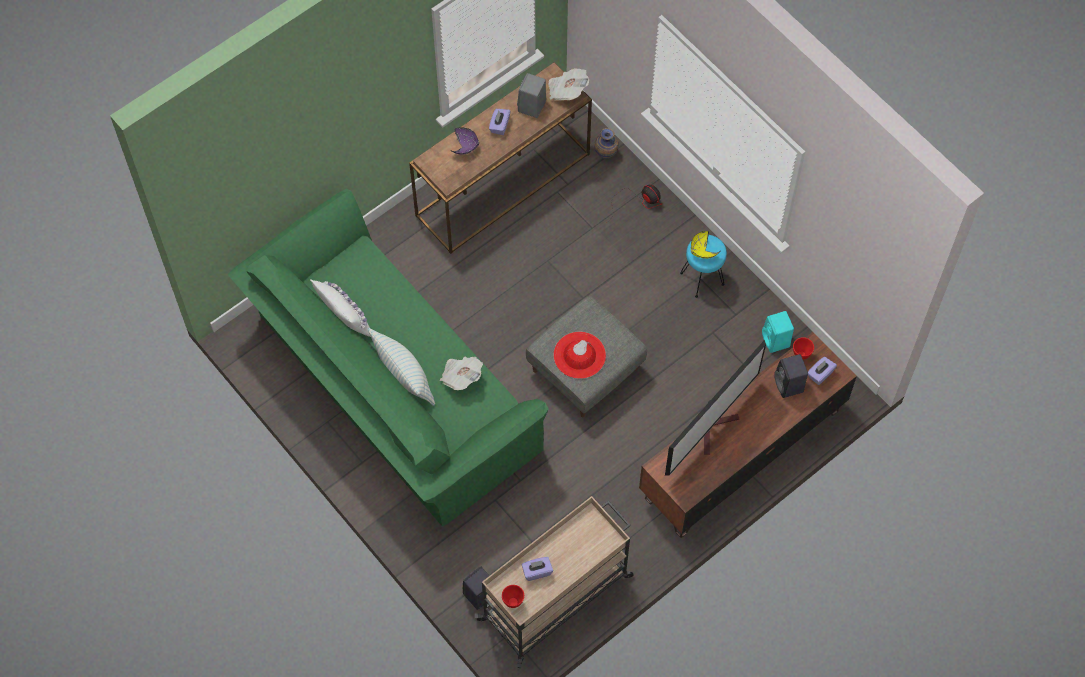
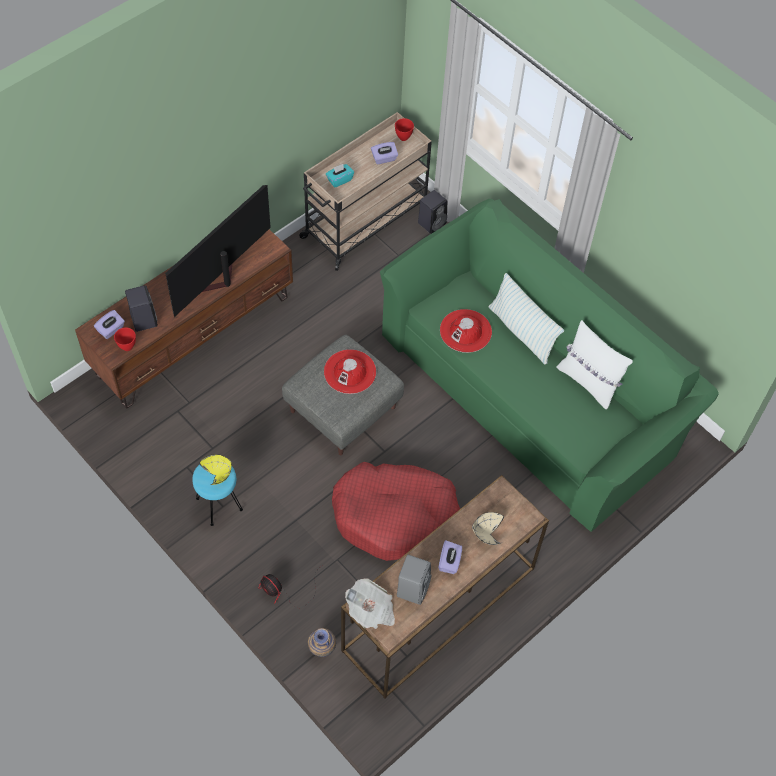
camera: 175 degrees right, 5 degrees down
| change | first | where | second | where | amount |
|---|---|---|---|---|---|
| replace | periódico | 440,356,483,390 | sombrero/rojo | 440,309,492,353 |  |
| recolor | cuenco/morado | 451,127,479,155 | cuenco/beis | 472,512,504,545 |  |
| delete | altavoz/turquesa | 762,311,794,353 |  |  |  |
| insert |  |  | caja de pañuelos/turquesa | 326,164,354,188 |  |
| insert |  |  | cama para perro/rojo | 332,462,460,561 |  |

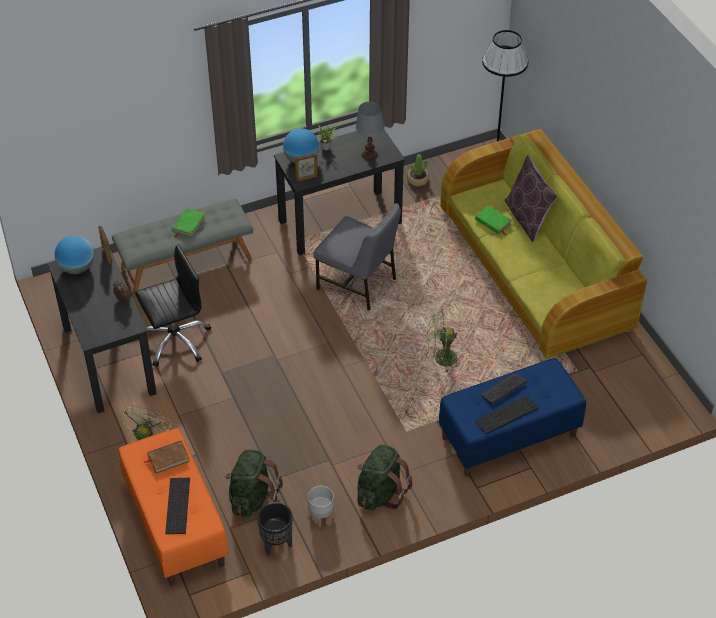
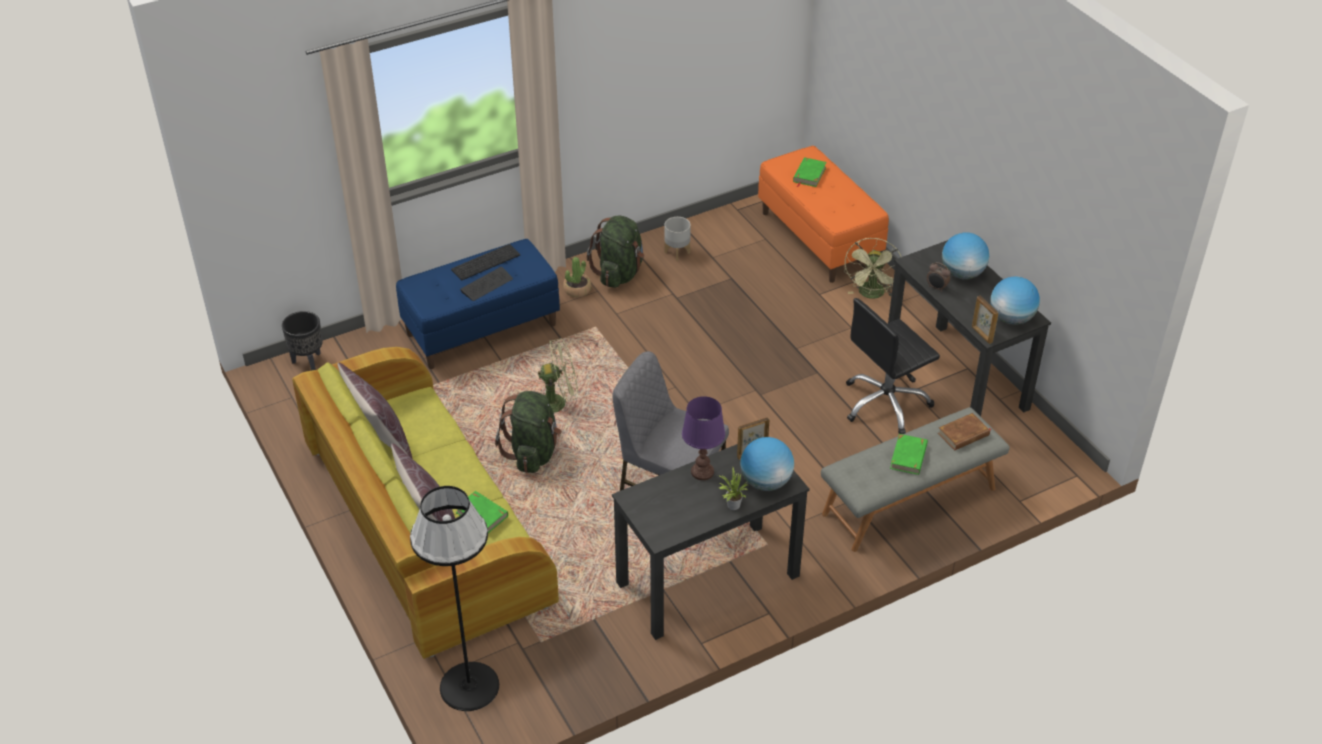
camera: 175 degrees right, 5 degrees down
| change | first | where | second | where | amount |
|---|---|---|---|---|---|
| move | libro/marrón | 144,440,190,473 |  | 938,413,992,450 |  |
| replace | teclado | 165,478,190,534 | libro/verde | 793,157,827,187 |  |
| move | mochila/verde | 225,450,283,517 |  | 495,391,562,473 |  |
| move | maceta/negro | 257,502,293,555 |  | 282,311,323,371 |  |
| delete | lámpara de mesa/gris | 355,102,384,160 |  |  |  |
| move | planta en maceta | 407,154,429,187 |  | 563,257,591,297 |  |
| insert |  |  | cojín/marrón | 338,363,413,459 |  |
| insert |  |  | lámpara de mesa/morado | 682,396,725,480 |  |
| insert |  |  | globo terráqueo | 942,233,989,279 |  |

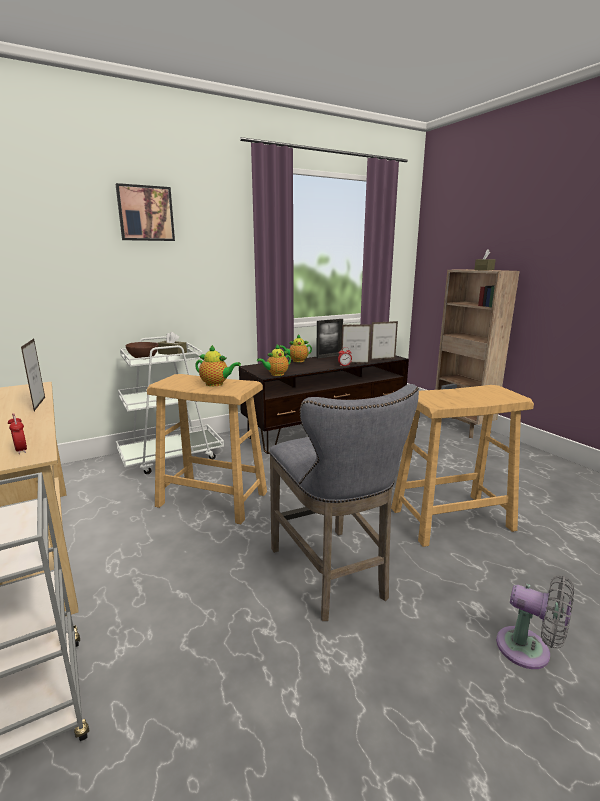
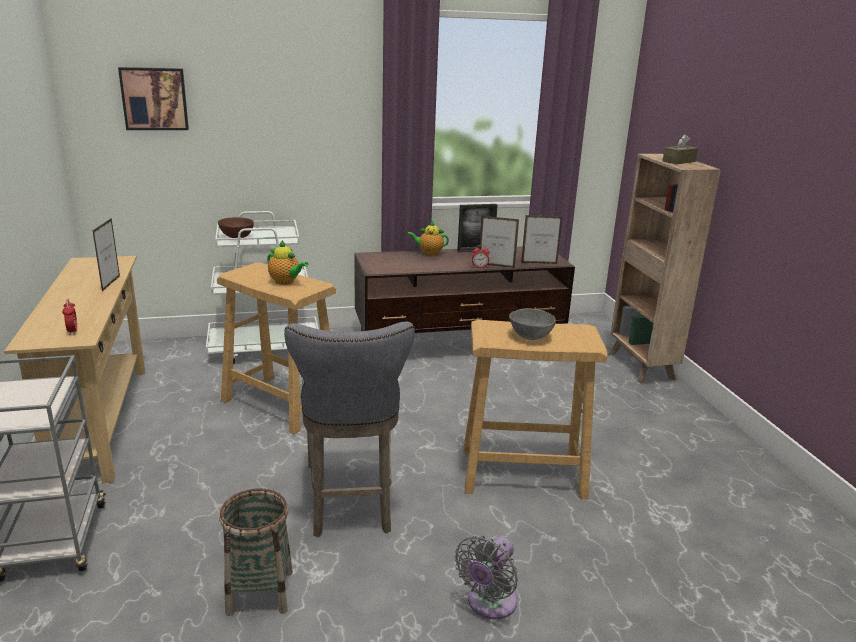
camera: 15 degrees right, 5 degrees up
| change | first | where | second | where | amount |
|---|---|---|---|---|---|
| move | cuadro | 116,183,175,241 |  | 118,67,189,130 |  |
| delete | caja de pañuelos/marrón | 158,332,187,356 |  |  |  |
| delete | tetera | 257,345,291,376 |  |  |  |
| rotate | ventilador/gris | 496,575,574,669 |  | 455,536,518,619 | 75 degrees clockwise |
| insert |  |  | cesta | 219,488,293,616 |  |
| insert |  |  | cuenco/gris | 509,308,556,340 |  |

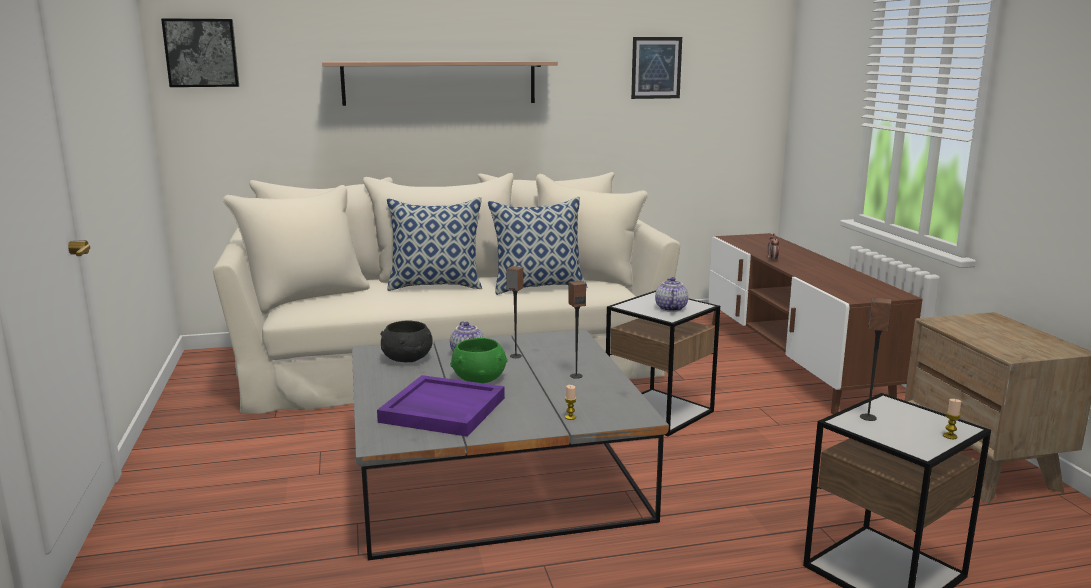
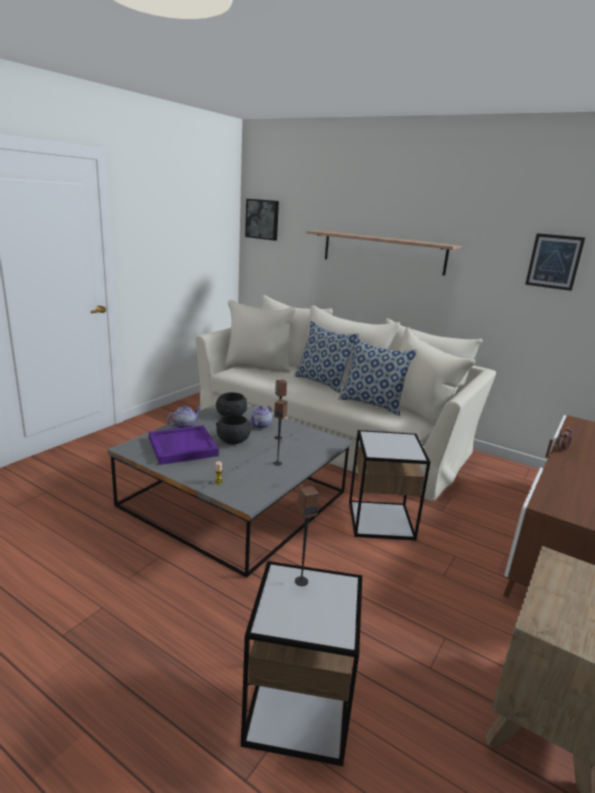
camera: 45 degrees right, 5 degrees up
| change | first | where | second | where | amount |
|---|---|---|---|---|---|
| recolor | cuenco/verde | 450,338,508,383 | cuenco/negro | 216,415,251,444 |  |
| move | tetera | 655,277,688,312 |  | 167,405,201,428 |  |
| delete | vela | 943,399,961,439 |  |  |  |

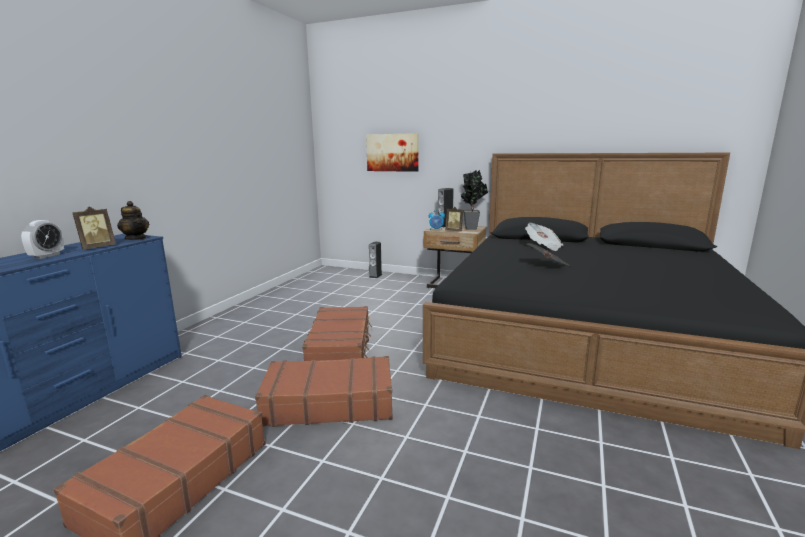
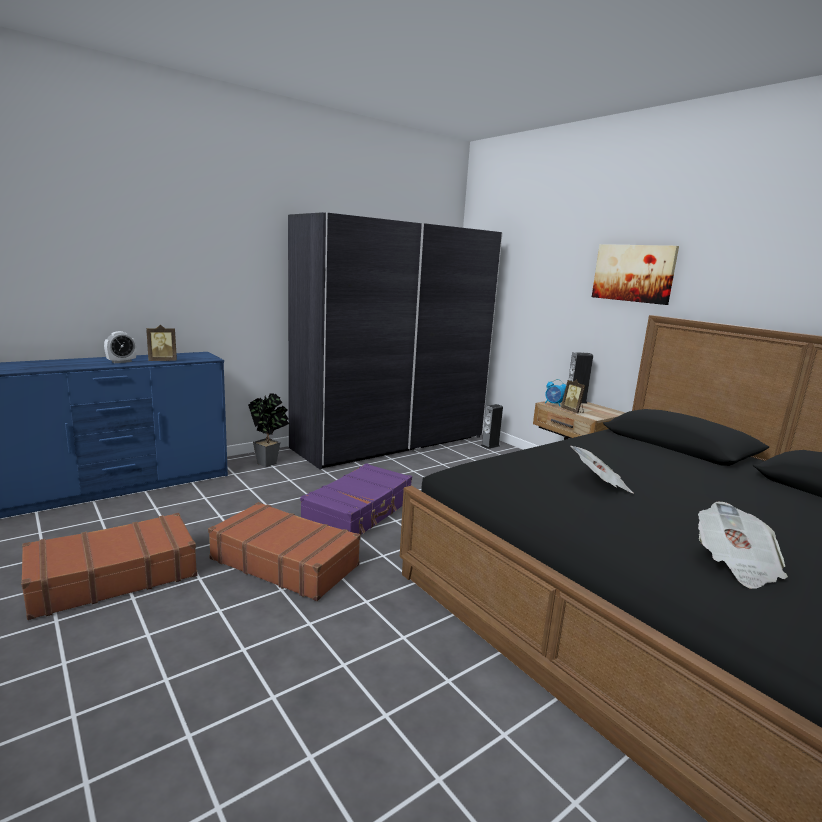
camera: 30 degrees right, 0 degrees up
| change | first | where | second | where | amount |
|---|---|---|---|---|---|
| delete | tetera | 117,201,149,240 |  |  |  |
| recolor | maleta/marrón | 302,306,372,361 | maleta/morado | 300,463,412,535 |  |
| move | cuadro | 366,133,419,172 |  | 592,244,679,305 |  |
| move | planta en maceta | 461,170,488,230 |  | 248,393,289,467 |  |
| move | periódico | 525,223,563,251 |  | 698,502,788,589 |  |
| insert |  |  | armario ropero/gris | 288,212,503,470 |  |

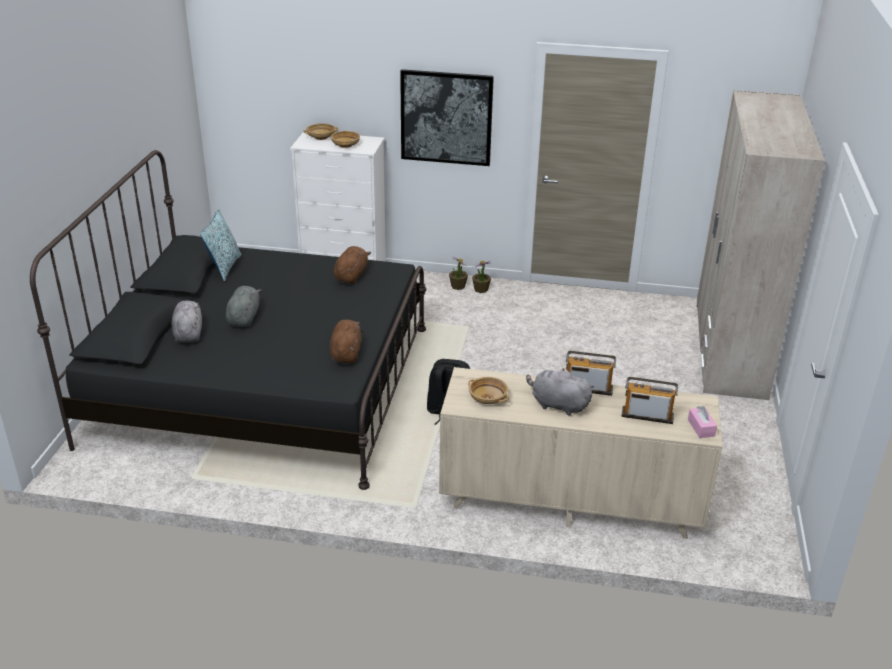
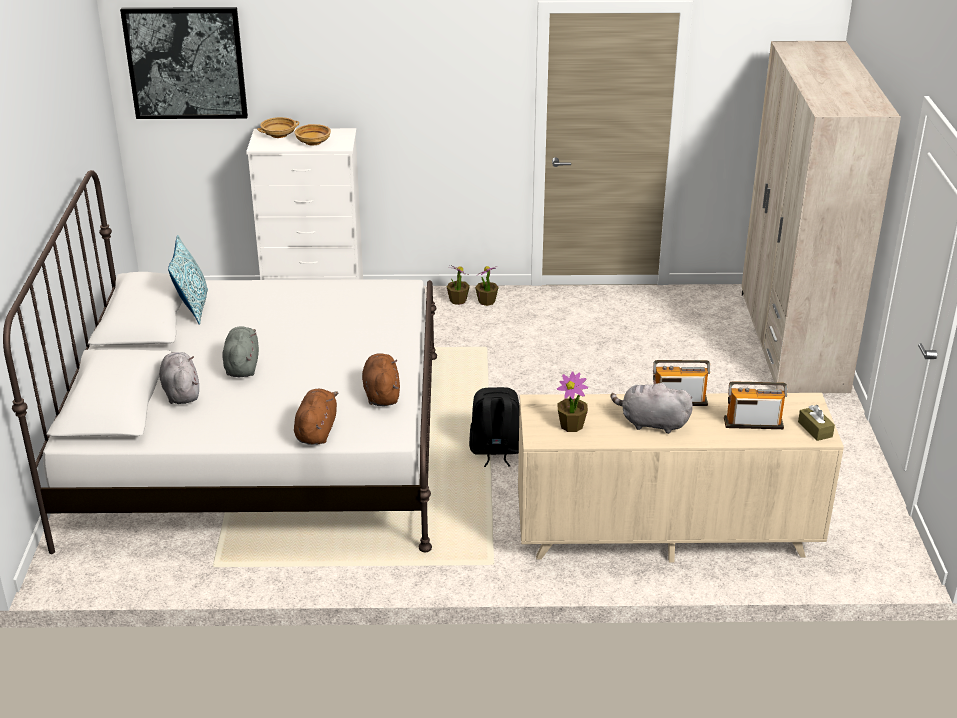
camera: 10 degrees left, 0 degrees up
| change | first | where | second | where | amount |
|---|---|---|---|---|---|
| recolor | cama/negro | 30,150,426,490 | cama/blanco | 3,170,437,554 |  |
| move | peluche/marrón | 333,246,371,284 |  | 294,389,338,444 |  |
| move | cuadro | 400,69,494,166 |  | 120,7,248,119 |  |
| replace | cuenco/beis | 468,377,509,404 | planta en maceta | 557,371,588,432 |  |
| recolor | caja de pañuelos/rosa | 688,406,717,438 | caja de pañuelos/marrón | 798,405,835,441 |  |

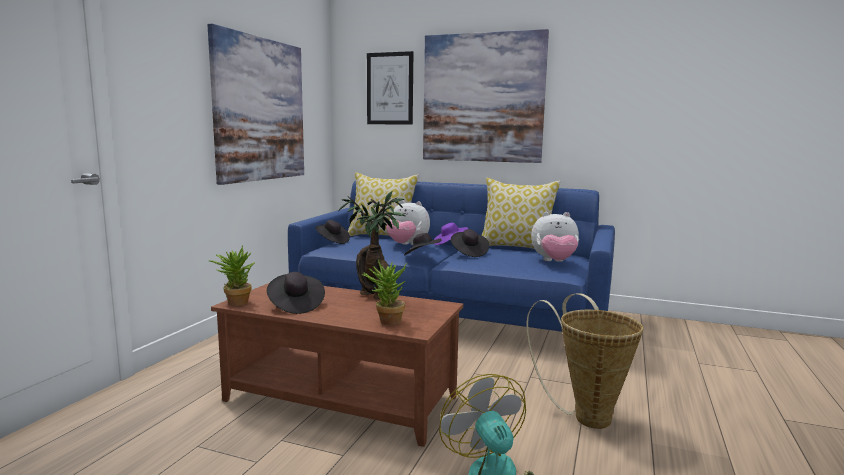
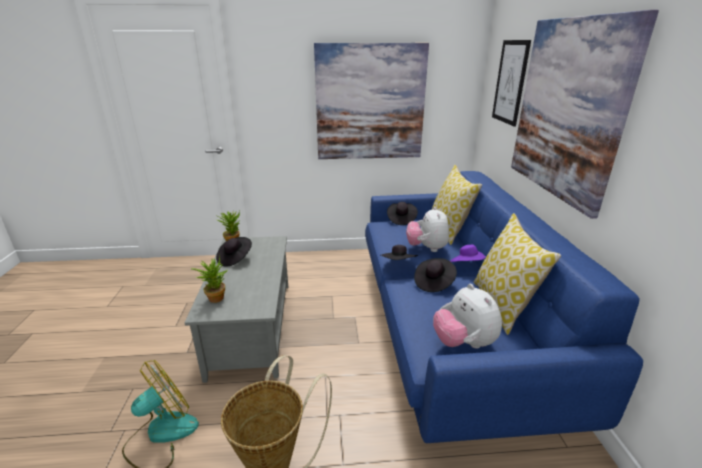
camera: 65 degrees right, 15 degrees up
| change | first | where | second | where | amount |
|---|---|---|---|---|---|
| recolor | mesa de centro/marrón | 211,283,463,447 | mesa de centro/gris | 184,236,288,383 |  |
| delete | planta en maceta | 338,191,406,299 |  |  |  |

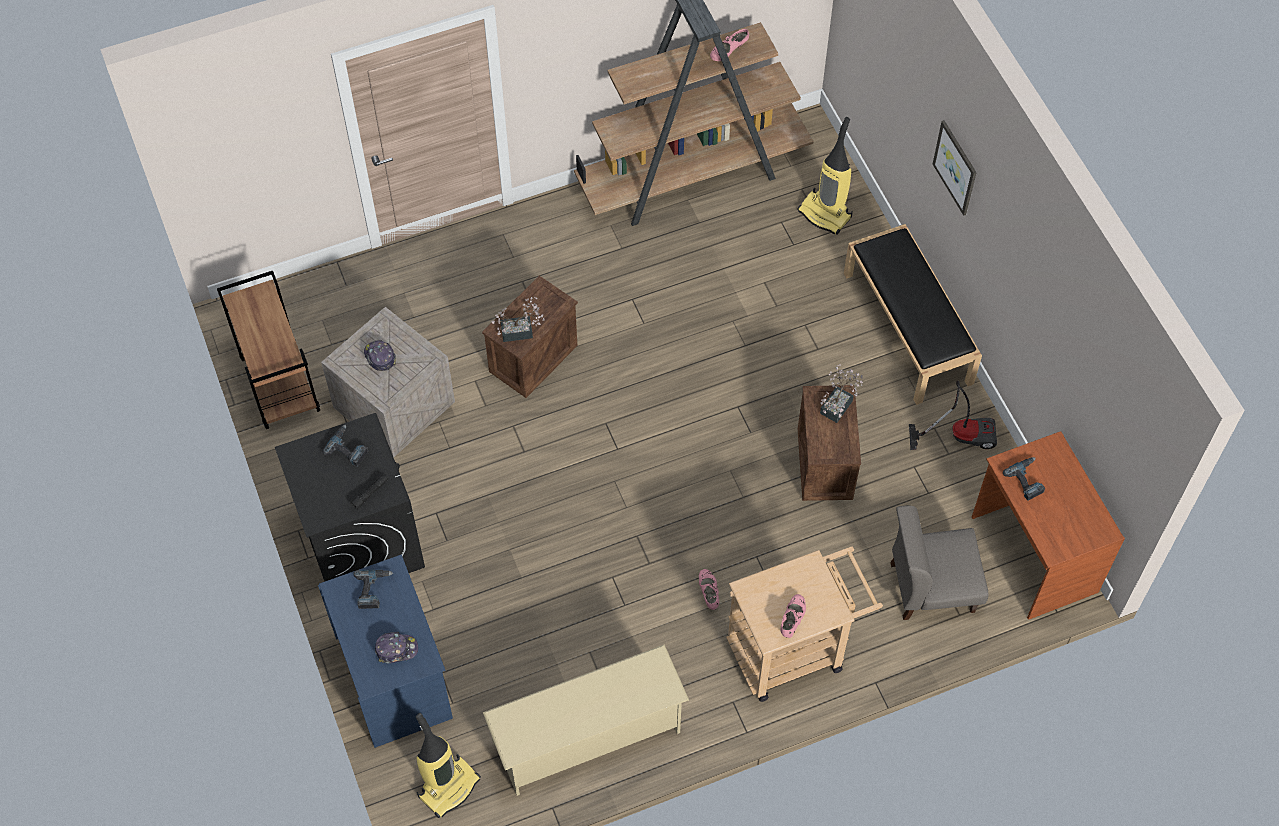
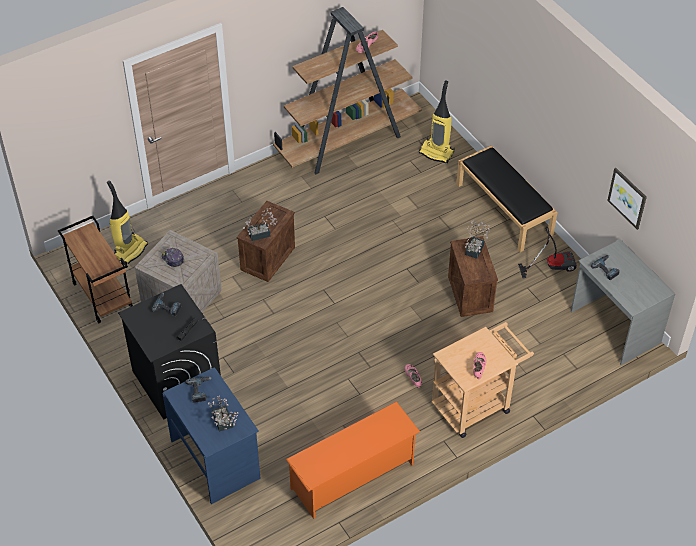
camera: 10 degrees left, 10 degrees down
| change | first | where | second | where | amount |
|---|---|---|---|---|---|
| replace | gorra | 375,632,418,663 | planta en maceta | 208,395,239,432 |  |
| move | aspiradora | 416,713,481,818 |  | 107,180,148,264 |  |
| recolor | zapatero/beis | 483,644,689,796 | zapatero/naranja | 286,401,420,519 |  |
| delete | silla/gris | 890,505,989,620 |  |  |  |
| move | cuadro | 933,120,977,216 |  | 607,168,647,230 |  |
| recolor | escritorio/marrón | 972,431,1125,620 | escritorio/gris | 571,239,676,365 |  |

